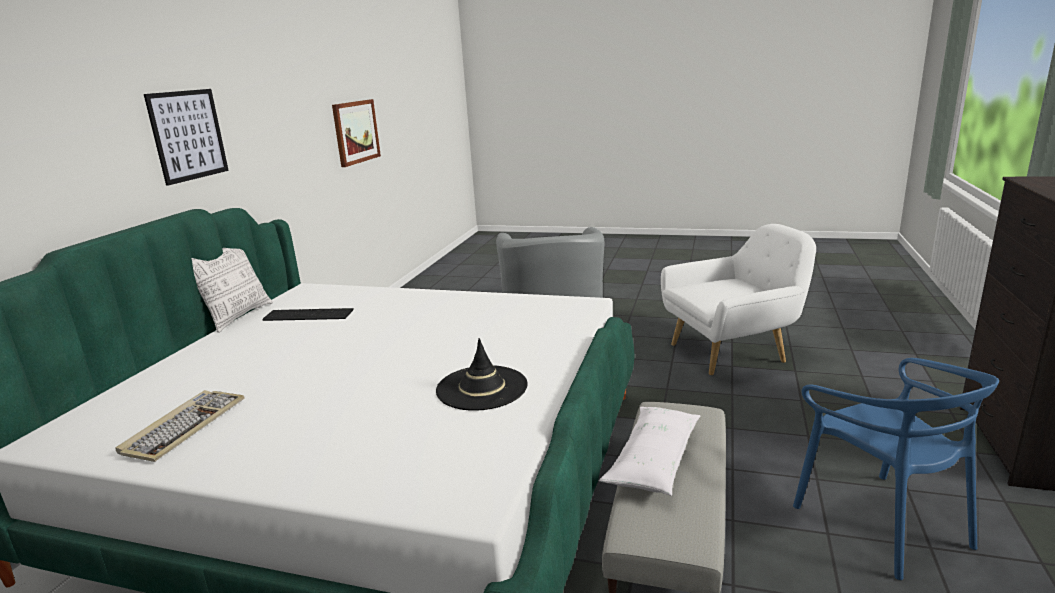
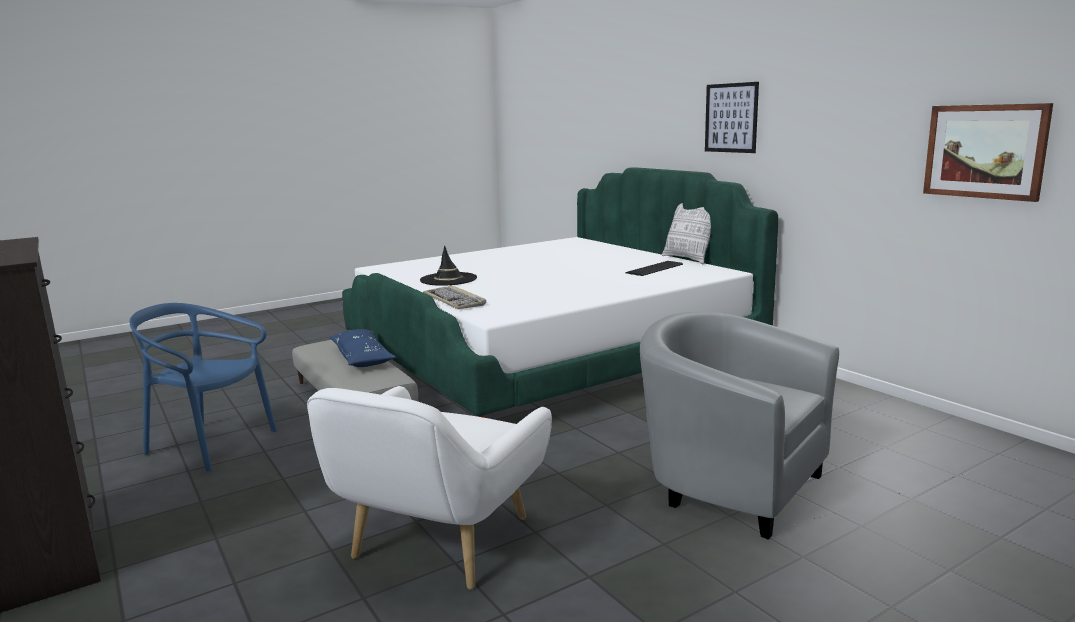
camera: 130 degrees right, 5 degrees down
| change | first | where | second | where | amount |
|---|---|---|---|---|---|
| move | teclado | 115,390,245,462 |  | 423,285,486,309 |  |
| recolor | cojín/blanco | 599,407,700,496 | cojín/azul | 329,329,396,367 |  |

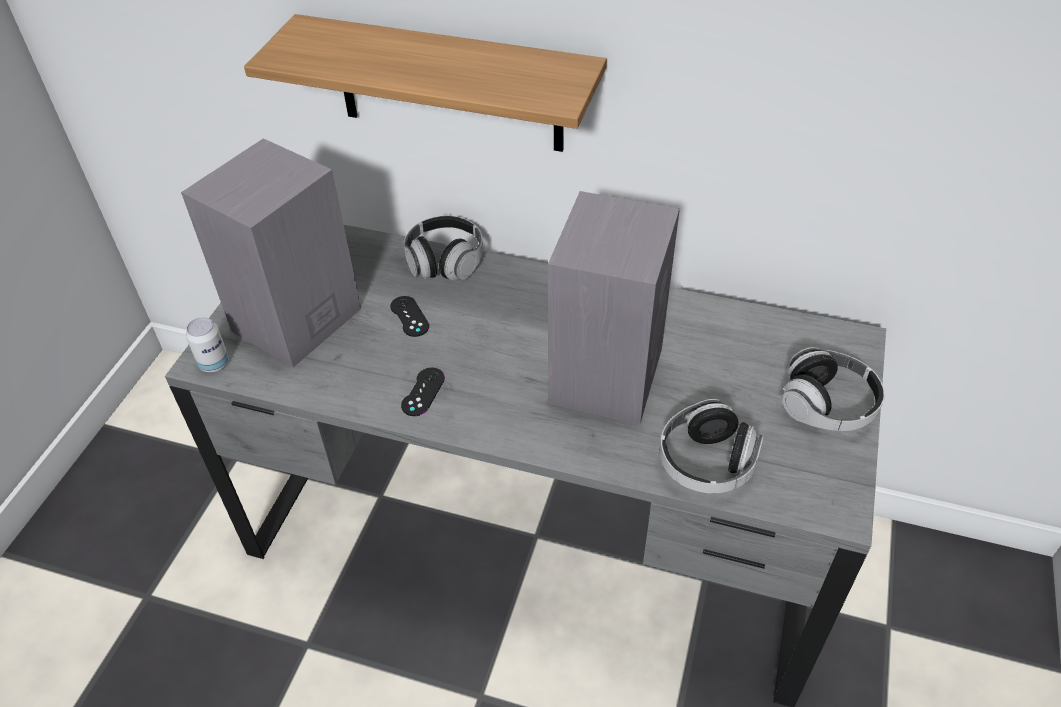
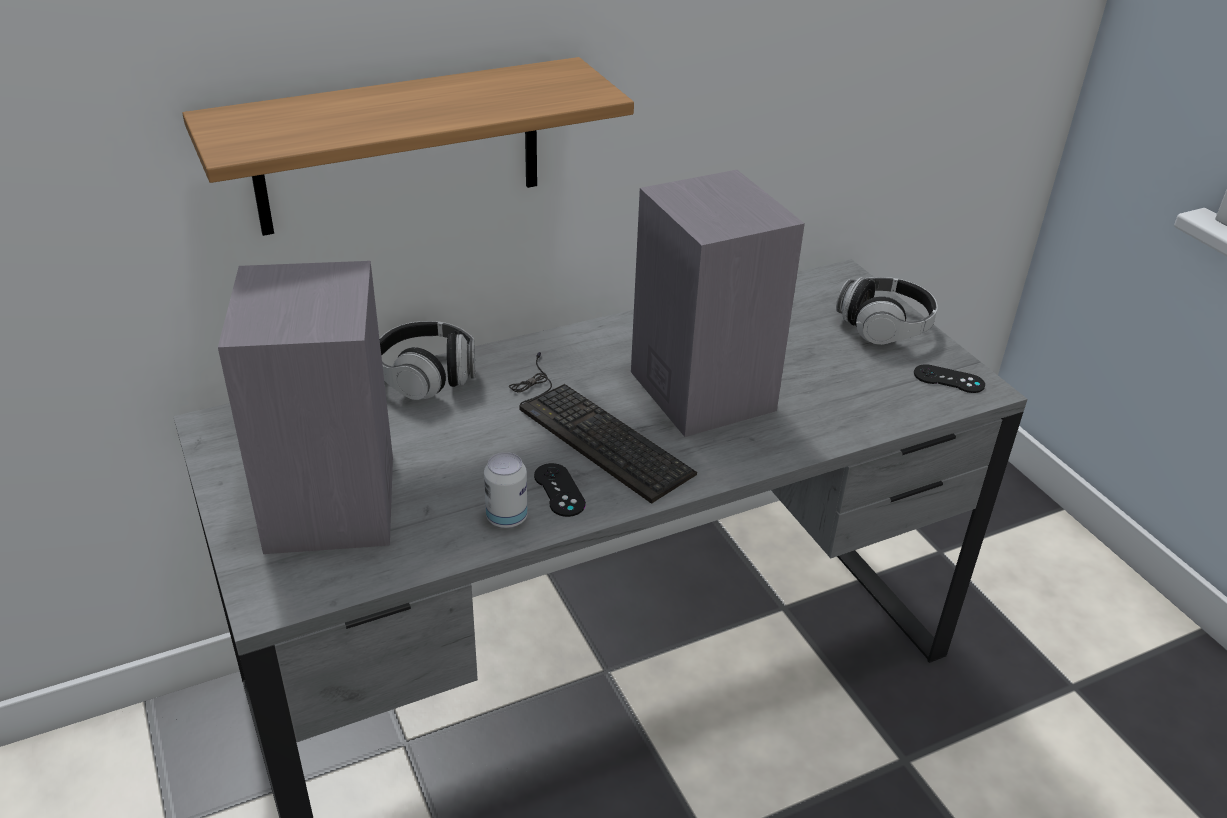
camera: 45 degrees left, 10 degrees down
| change | first | where | second | where | amount |
|---|---|---|---|---|---|
| move | lata | 186,317,229,372 |  | 484,452,528,528 |  |
| move | mando de consola/negro | 390,296,429,337 |  | 914,364,985,393 |  |
| delete | auriculares | 660,399,764,493 |  |  |  |
| insert |  |  | teclado | 509,352,697,504 |  |

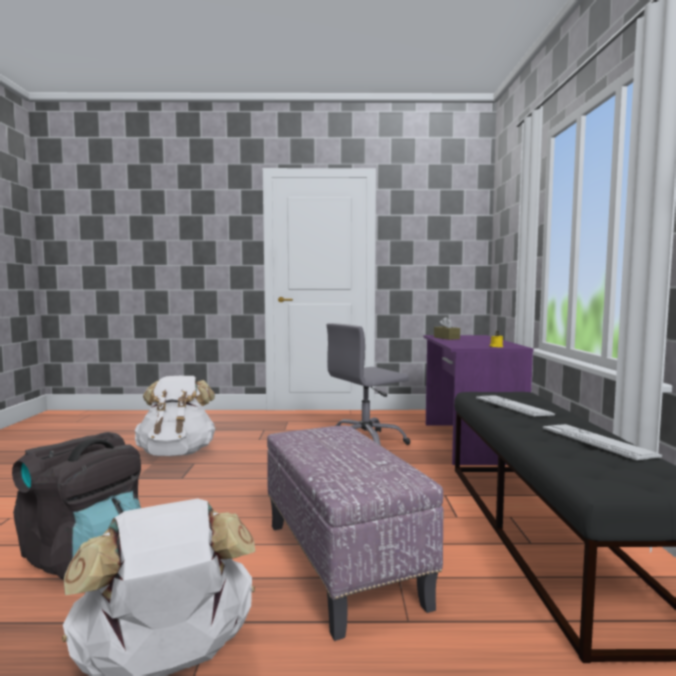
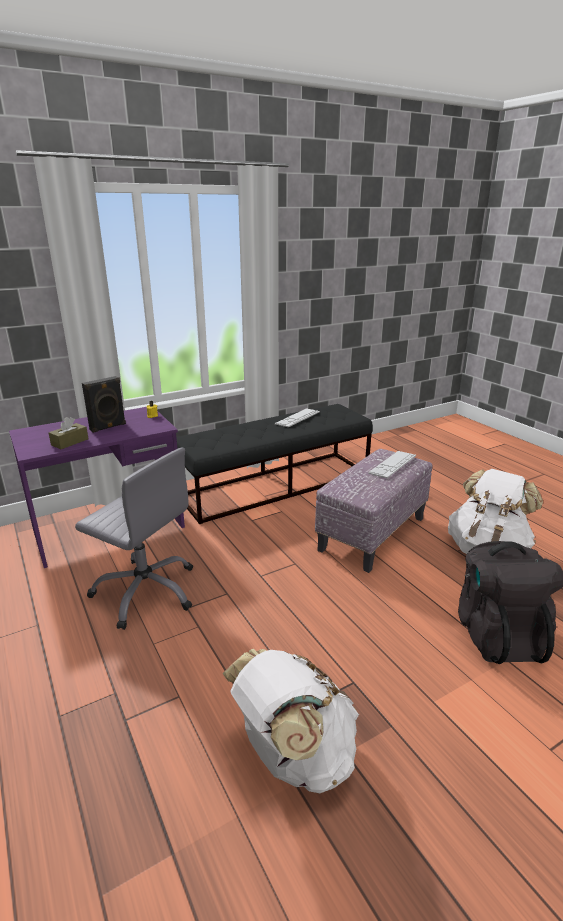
camera: 120 degrees left, 20 degrees up
| change | first | where | second | where | amount |
|---|---|---|---|---|---|
| move | teclado | 476,395,555,416 |  | 368,451,416,478 |  |
| insert |  |  | altavoz/negro | 82,376,126,433 |  |

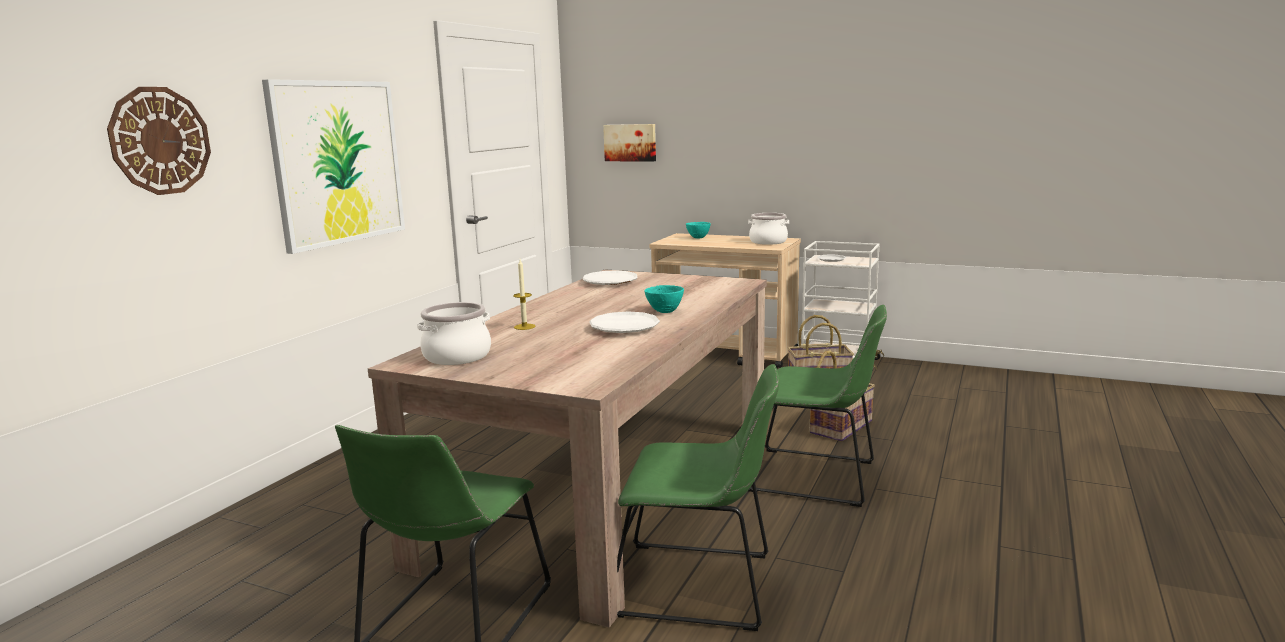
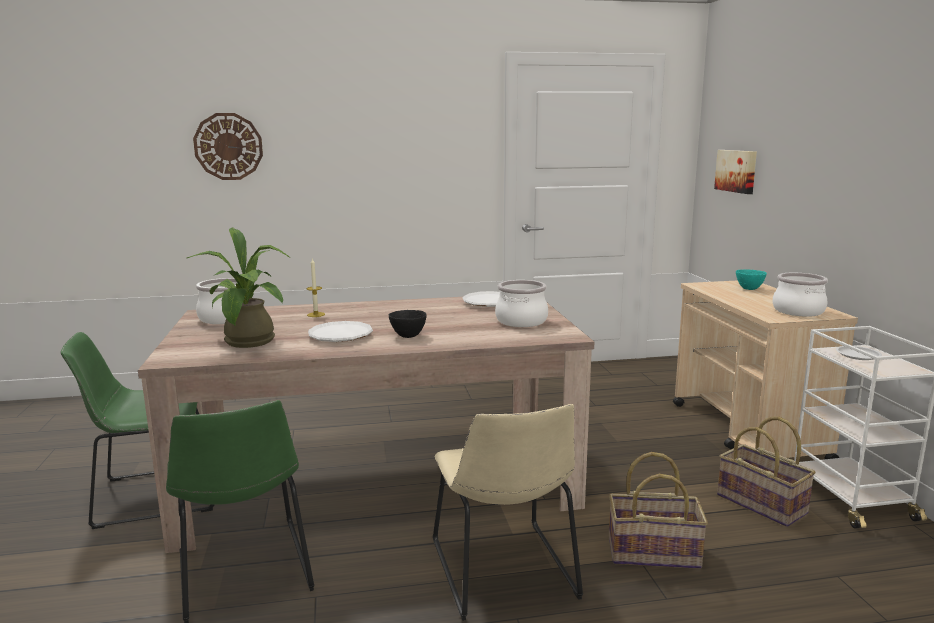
camera: 55 degrees right, 0 degrees up
| change | first | where | second | where | amount |
|---|---|---|---|---|---|
| delete | cuadro | 262,79,405,254 |  |  |  |
| recolor | cuenco/turquesa | 644,285,684,313 | cuenco/negro | 389,310,427,338 |  |
| recolor | silla/verde | 748,305,887,507 | silla/beis | 433,404,583,621 |  |
| insert |  |  | planta en maceta | 187,227,290,348 |  |
| insert |  |  | olla | 495,280,548,327 |  |

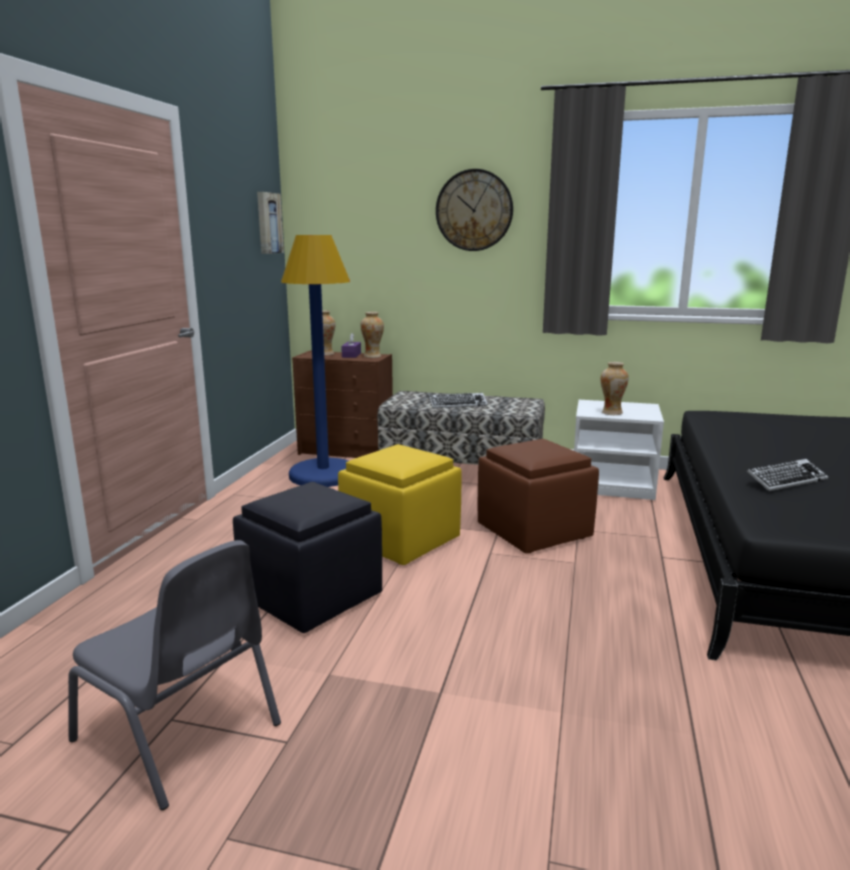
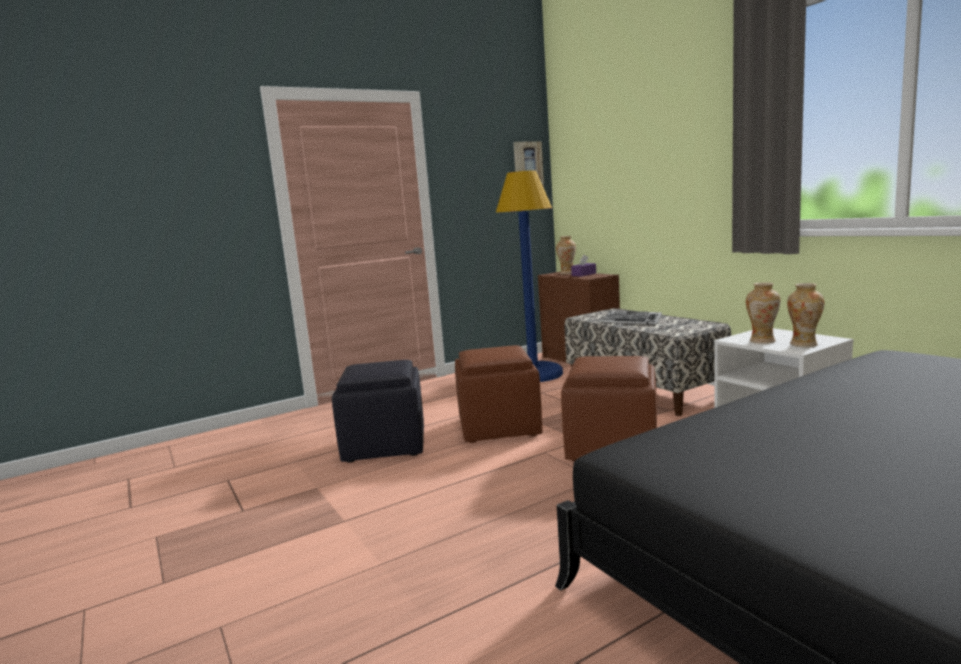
camera: 45 degrees right, 5 degrees down
| change | first | where | second | where | amount |
|---|---|---|---|---|---|
| delete | silla/gris | 68,540,281,810 |  |  |  |
| recolor | puf/amarillo | 338,444,462,565 | puf/marrón | 455,345,542,443 |  |
| move | florero | 360,312,384,358 |  | 787,283,824,348 |  |
| delete | reloj de pared | 436,169,513,251 |  |  |  |
| delete | teclado | 747,459,828,491 |  |  |  |

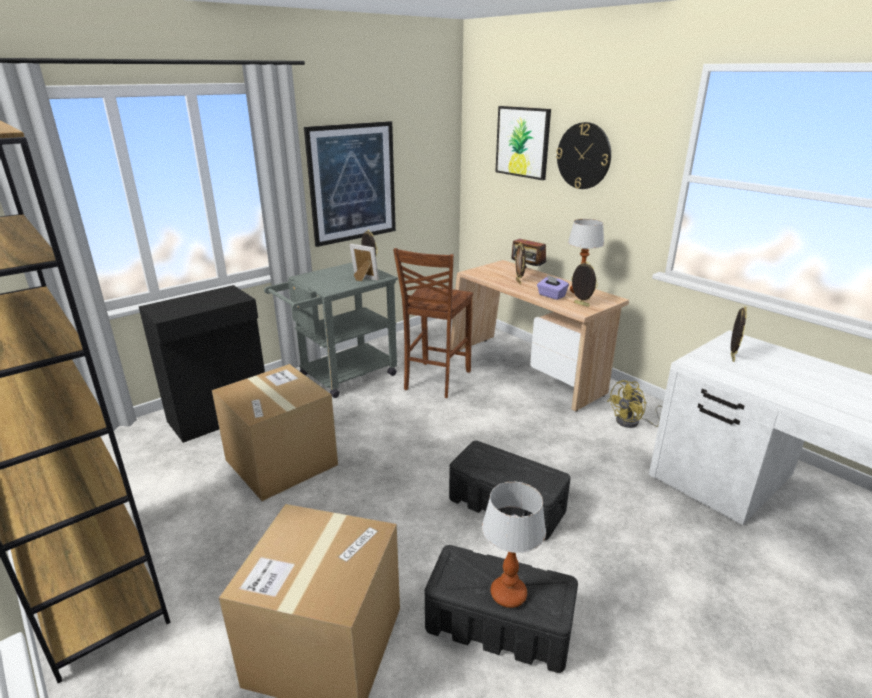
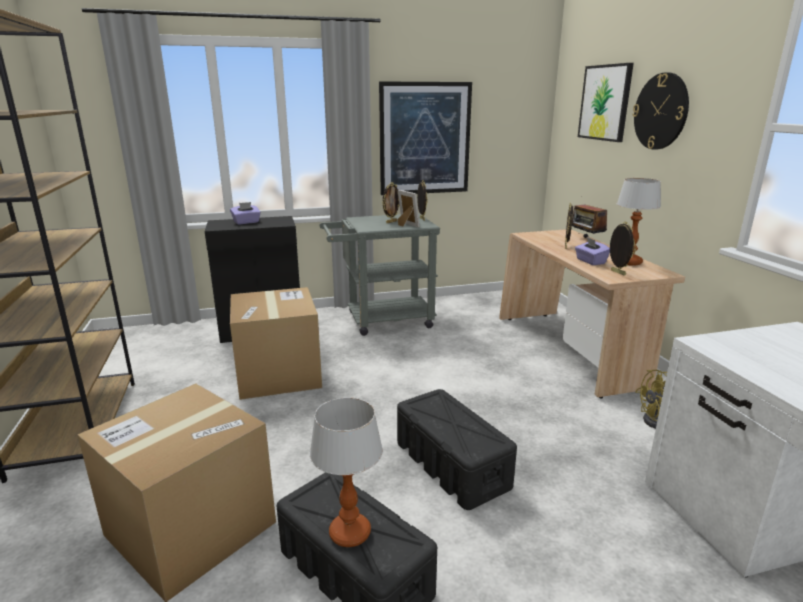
camera: 25 degrees right, 5 degrees down
| change | first | where | second | where | amount |
|---|---|---|---|---|---|
| delete | silla/marrón | 393,248,473,398 |  |  |  |
| move | portarretratos | 731,307,747,362 |  | 382,182,400,223 |  |
| insert |  |  | caja de pañuelos/morado | 230,202,261,224 |  |

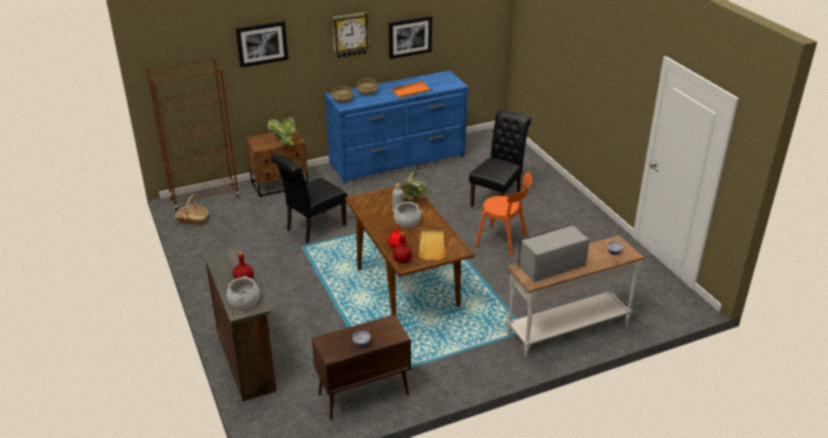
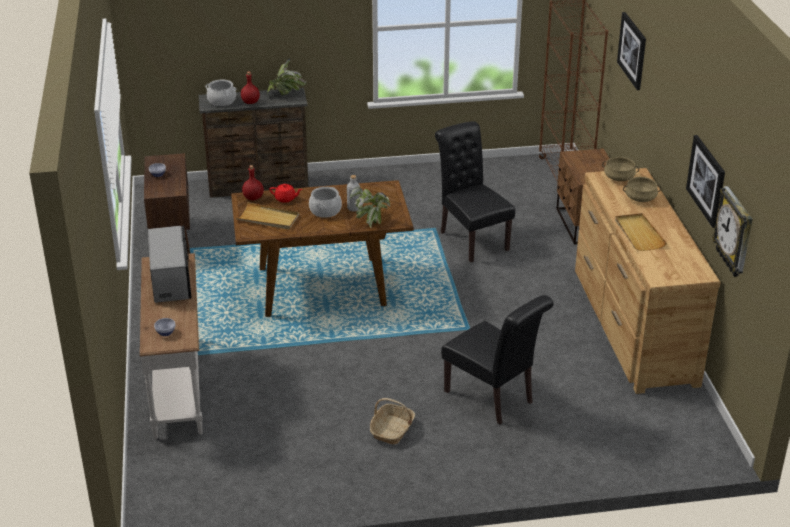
camera: 105 degrees right, 0 degrees up
| change | first | where | second | where | amount |
|---|---|---|---|---|---|
| move | cesta | 175,195,208,225 |  | 370,398,415,444 |  |
| move | planta en maceta | 268,116,295,145 |  | 266,58,306,95 |  |
| recolor | cómoda/azul | 324,71,468,183 | cómoda/marrón | 575,168,721,394 |  |
| move | reloj de pared | 332,12,370,58 |  | 712,186,752,277 |  |
| recolor | bandeja/naranja | 391,81,433,99 | bandeja/beis | 615,213,667,251 |  |
| delete | silla/naranja | 475,172,532,257 |  |  |  |

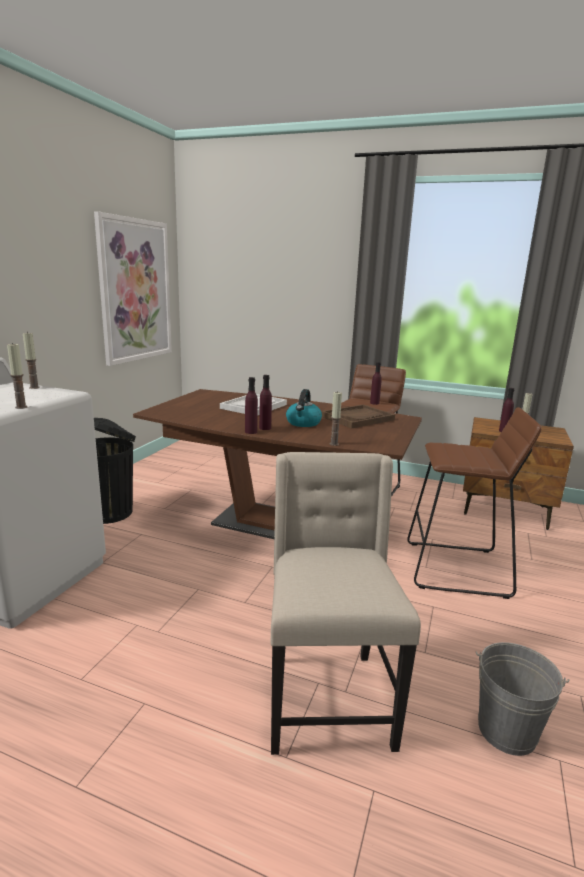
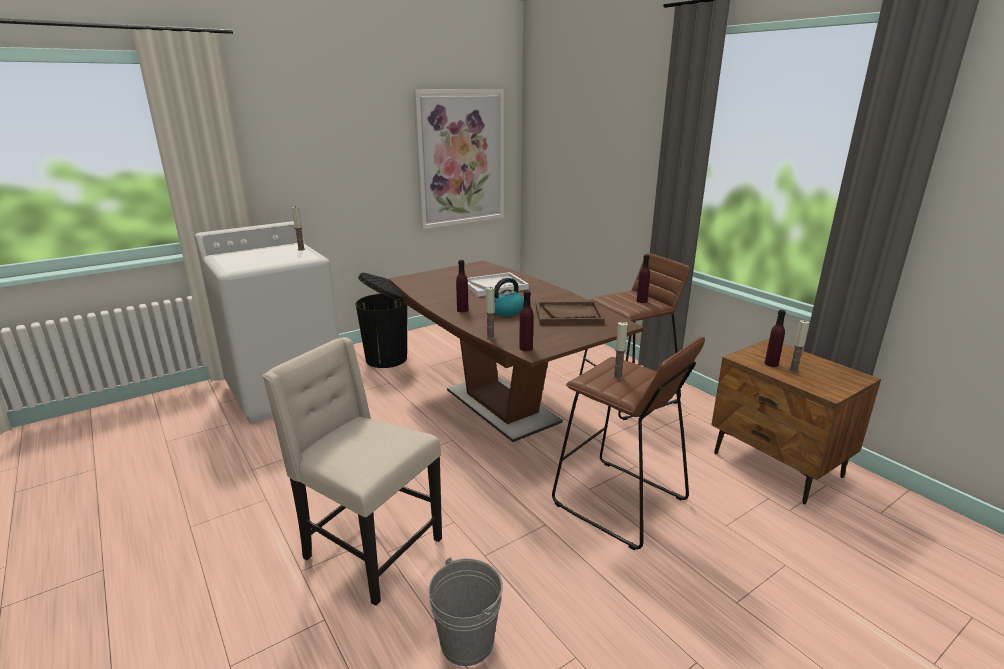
camera: 35 degrees right, 5 degrees up
| change | first | where | second | where | amount |
|---|---|---|---|---|---|
| move | vela | 7,343,27,409 |  | 613,322,628,380 |  |
| move | botella/morado | 245,377,258,434 |  | 519,290,533,351 |  |
| rotate | silla/beis | 271,452,421,755 |  | 262,337,442,606 | 90 degrees counterclockwise |

